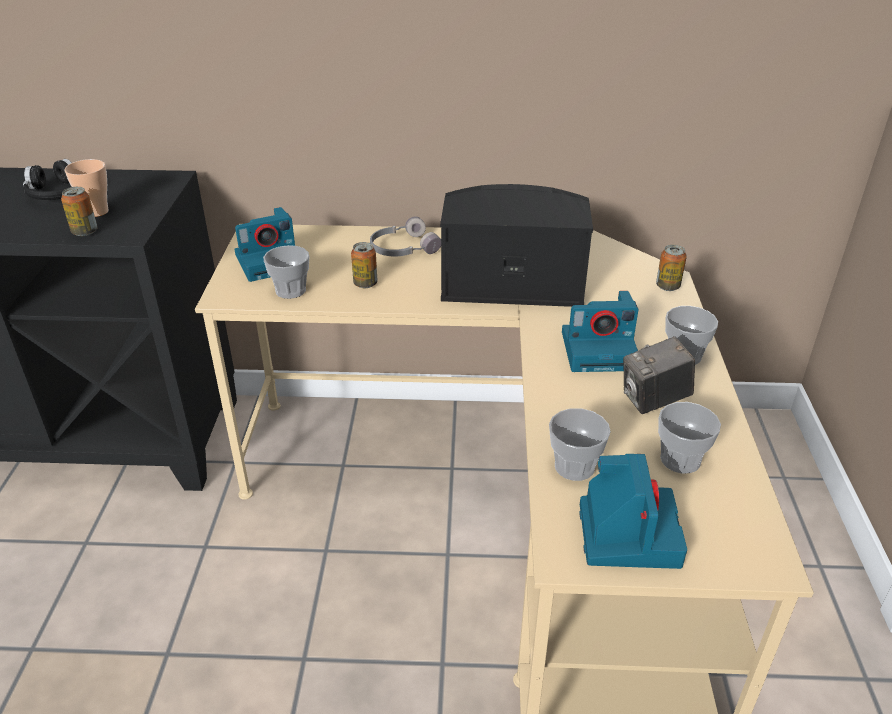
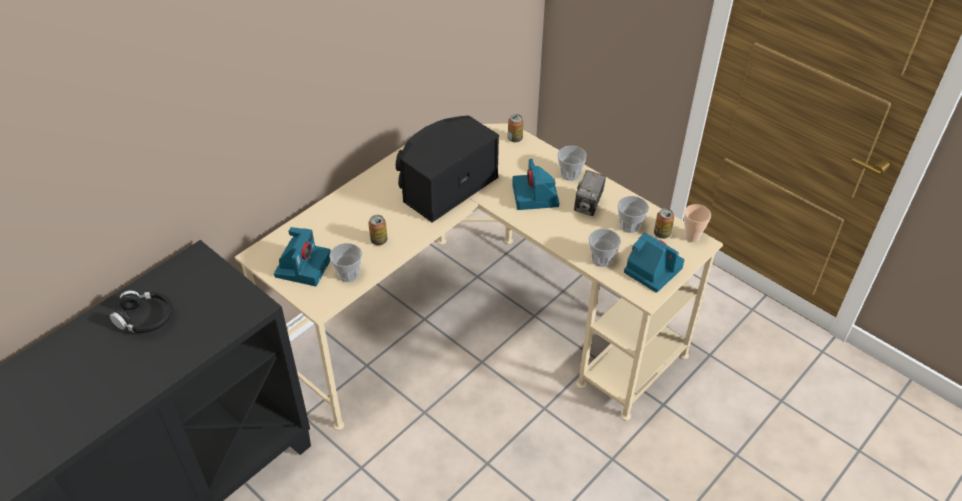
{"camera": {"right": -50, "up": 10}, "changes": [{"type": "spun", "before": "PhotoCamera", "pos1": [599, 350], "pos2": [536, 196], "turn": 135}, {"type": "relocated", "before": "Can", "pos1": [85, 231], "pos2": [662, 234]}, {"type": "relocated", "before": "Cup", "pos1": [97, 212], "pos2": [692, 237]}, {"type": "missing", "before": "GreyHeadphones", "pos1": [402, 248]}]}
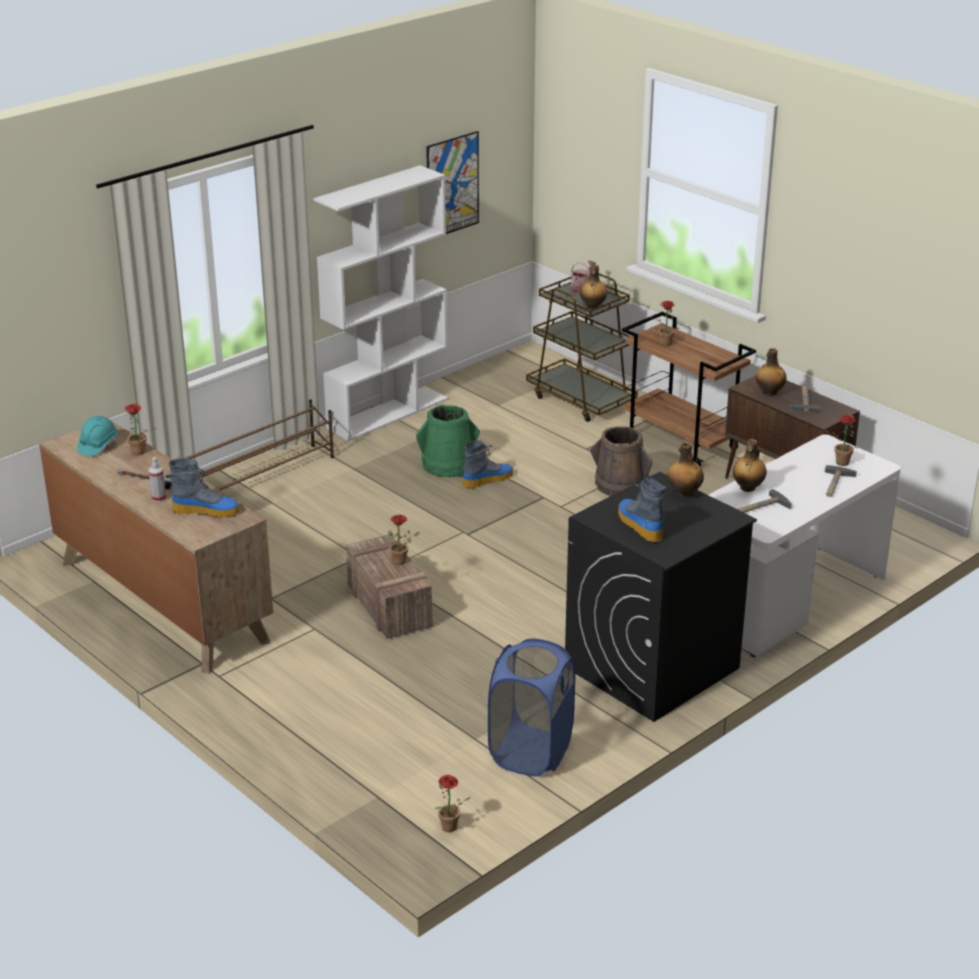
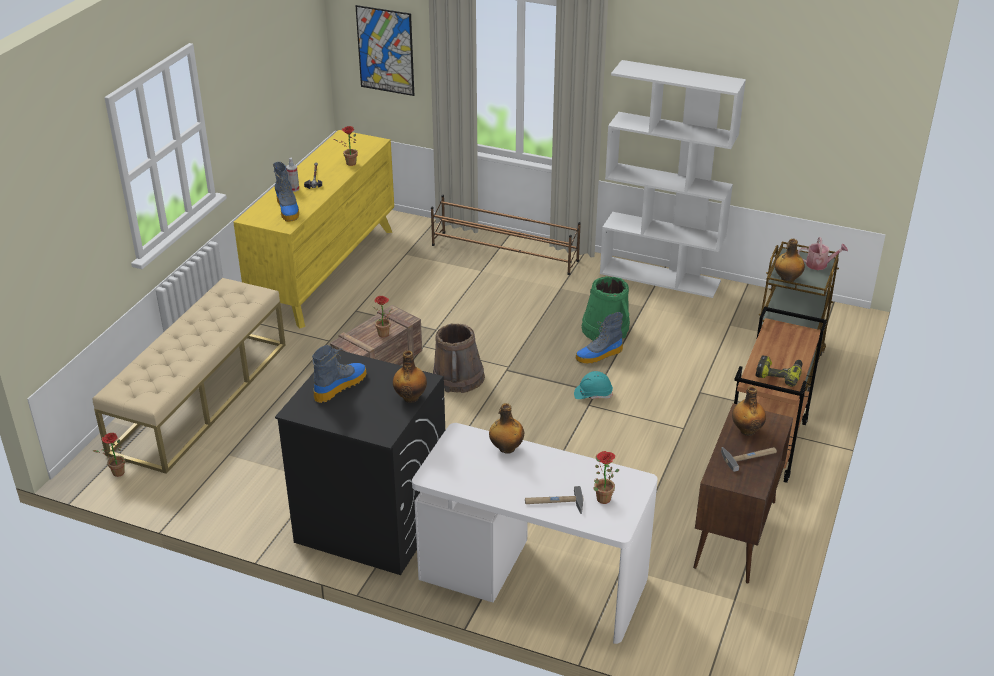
{"camera": {"right": 65, "up": 5}, "changes": [{"type": "appeared", "after": "BeigeBench", "pos2": [200, 397]}, {"type": "colour", "before": "BrownDresser", "after": "YellowDresser", "pos1": [161, 601], "pos2": [325, 270]}, {"type": "relocated", "before": "Picture", "pos1": [452, 185], "pos2": [385, 50]}, {"type": "relocated", "before": "BrownBucket", "pos1": [621, 485], "pos2": [458, 378]}, {"type": "relocated", "before": "TurquoiseHardHat", "pos1": [98, 446], "pos2": [593, 394]}, {"type": "spun", "before": "Boot", "pos1": [487, 480], "pos2": [599, 355], "turn": 120}, {"type": "appeared", "after": "PowerDrill", "pos2": [779, 374]}, {"type": "missing", "before": "BlueLaundryBasket", "pos1": [530, 752]}, {"type": "missing", "before": "PottedPlant", "pos1": [663, 344]}, {"type": "missing", "before": "Hammer", "pos1": [761, 507]}]}
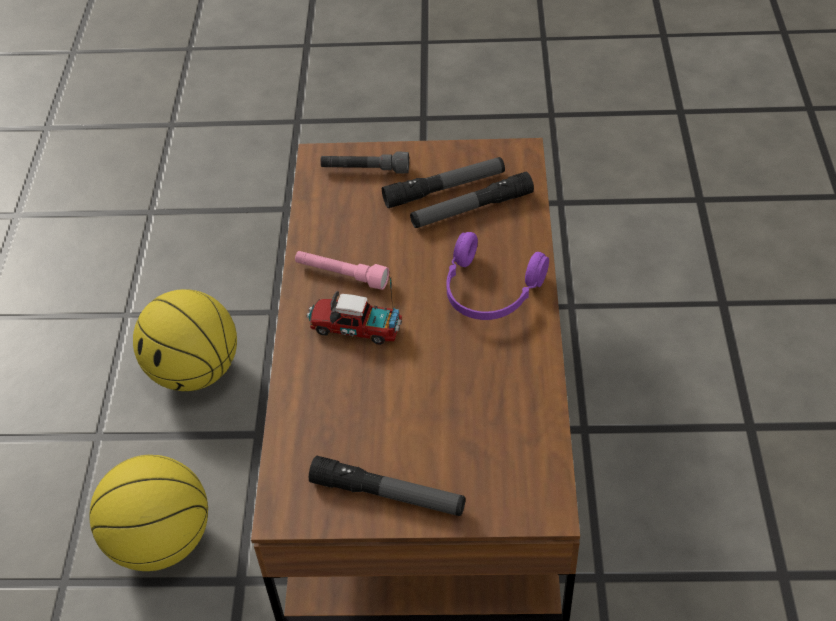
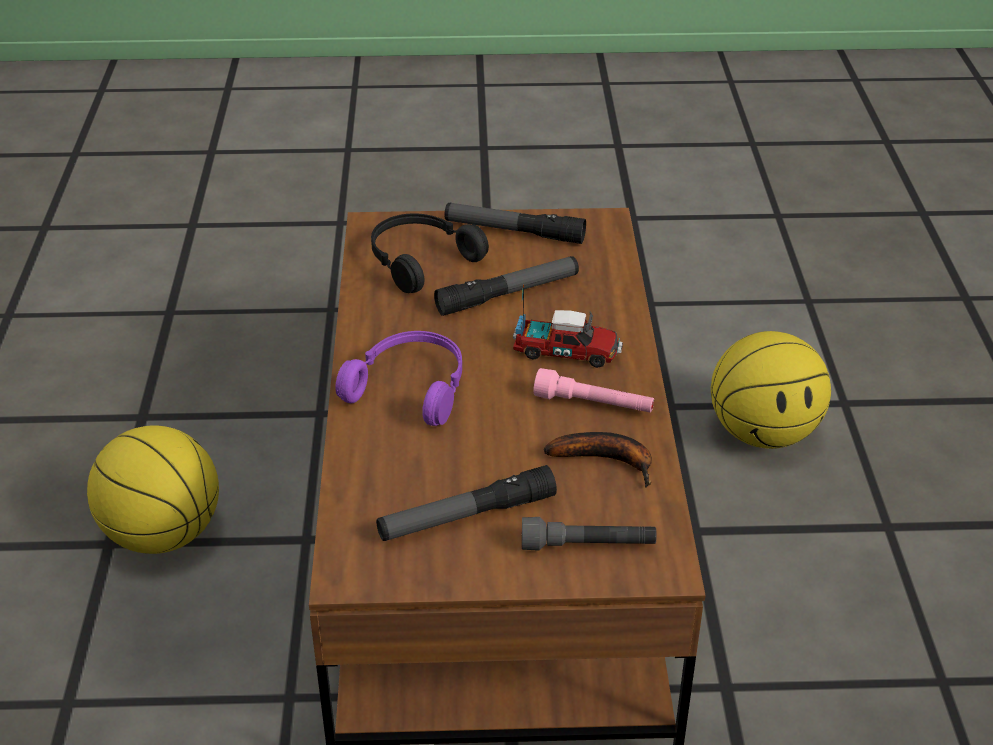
{"camera": {"right": 175, "up": -10}, "changes": [{"type": "relocated", "before": "Basketball", "pos1": [195, 372], "pos2": [162, 533]}, {"type": "appeared", "after": "BlackHeadphones", "pos2": [420, 260]}, {"type": "relocated", "before": "Flashlight", "pos1": [471, 209], "pos2": [508, 294]}, {"type": "appeared", "after": "Banana", "pos2": [608, 460]}]}
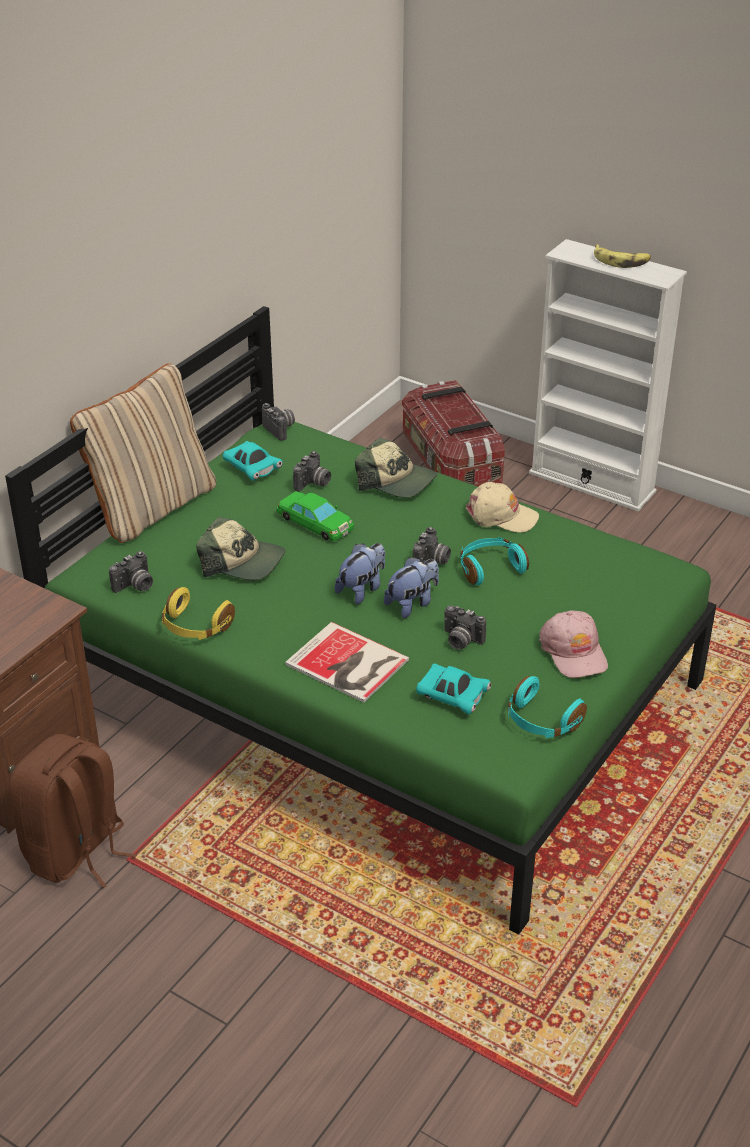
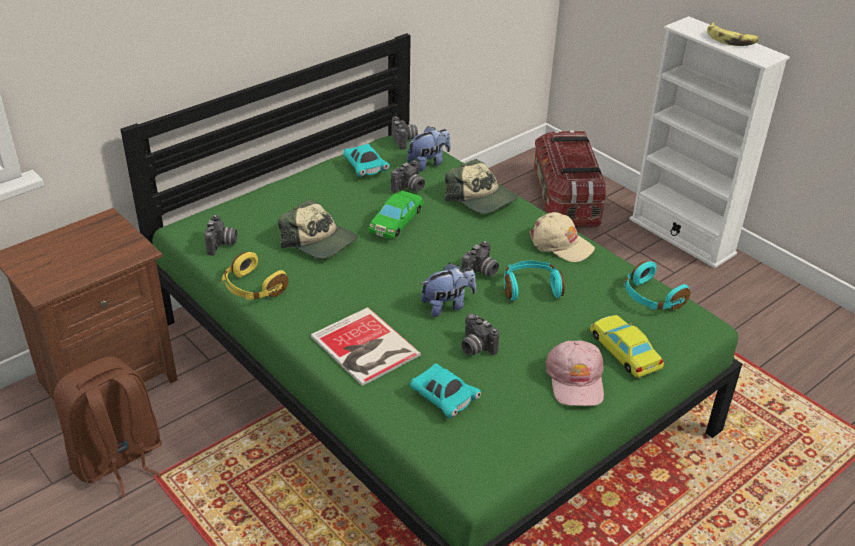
{"camera": {"right": 15, "up": 0}, "changes": [{"type": "spun", "before": "PhotoCamera", "pos1": [135, 586], "pos2": [222, 245], "turn": -60}, {"type": "spun", "before": "GreenToyCar", "pos1": [315, 522], "pos2": [396, 220], "turn": 60}, {"type": "relocated", "before": "PlushToy", "pos1": [362, 589], "pos2": [428, 163]}, {"type": "appeared", "after": "YellowToyCar", "pos2": [624, 350]}, {"type": "relocated", "before": "TurquoiseHeadphones", "pos1": [541, 721], "pos2": [651, 298]}, {"type": "missing", "before": "BeigePillow", "pos1": [151, 507]}]}
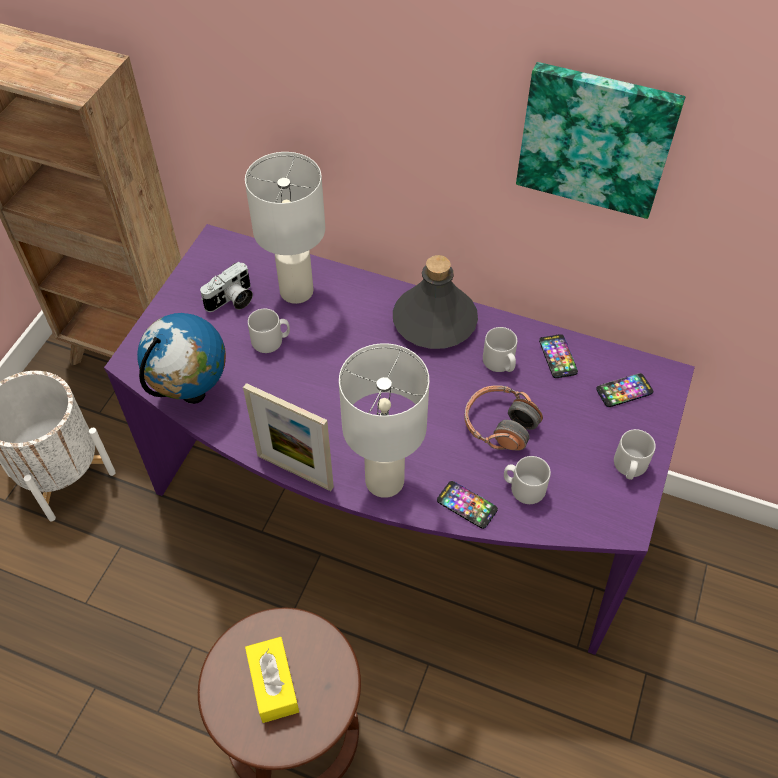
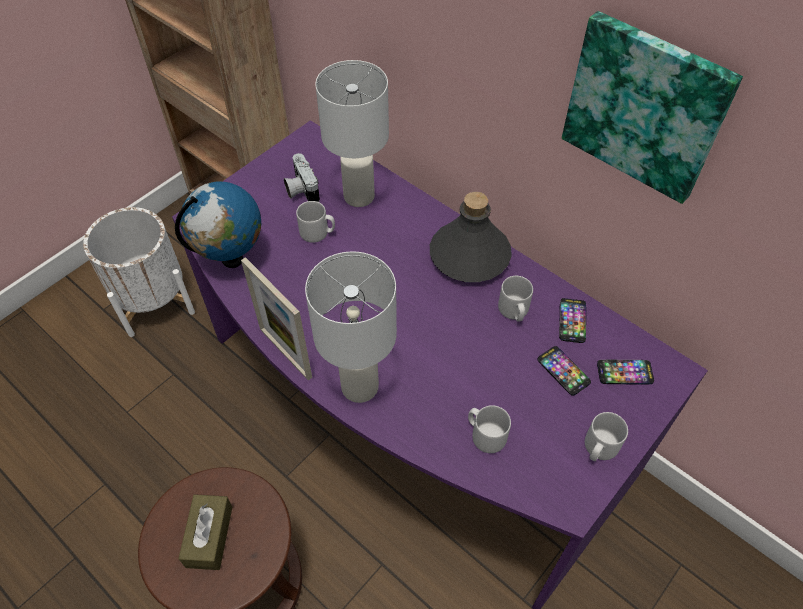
{"camera": {"right": 20, "up": 0}, "changes": [{"type": "colour", "before": "YellowTissueBox", "after": "BrownTissueBox", "pos1": [273, 684], "pos2": [209, 536]}, {"type": "spun", "before": "PhotoCamera", "pos1": [232, 301], "pos2": [301, 189], "turn": 90}, {"type": "relocated", "before": "Phone", "pos1": [466, 505], "pos2": [563, 371]}, {"type": "missing", "before": "Headphones", "pos1": [500, 425]}]}
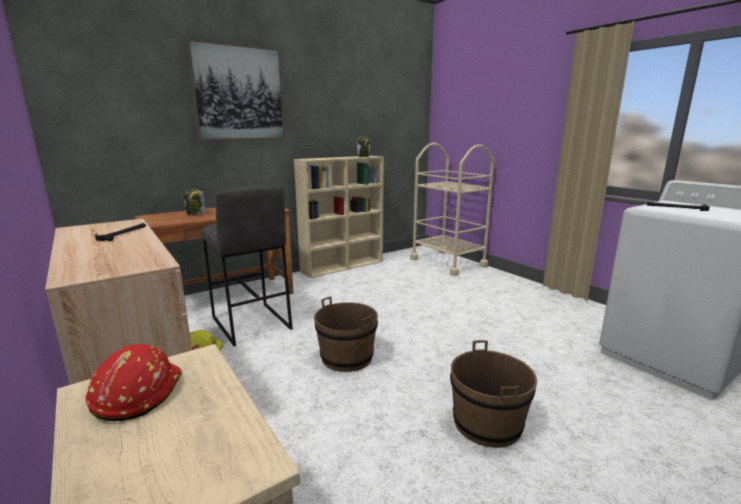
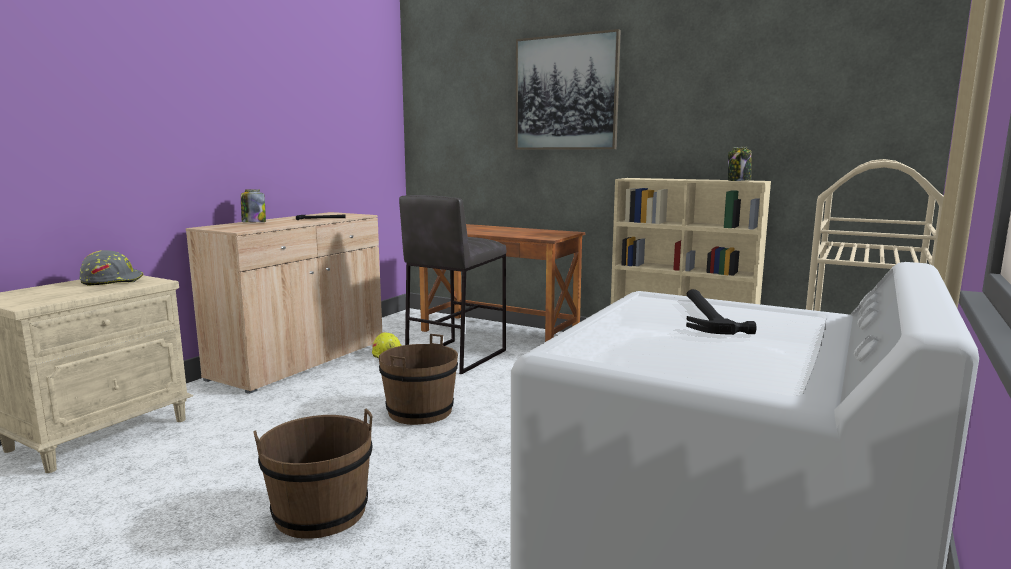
{"camera": {"right": 65, "up": -5}, "changes": [{"type": "colour", "before": "RedHardHat", "after": "GreyHardHat", "pos1": [136, 393], "pos2": [112, 280]}, {"type": "relocated", "before": "Jar", "pos1": [196, 214], "pos2": [253, 222]}]}
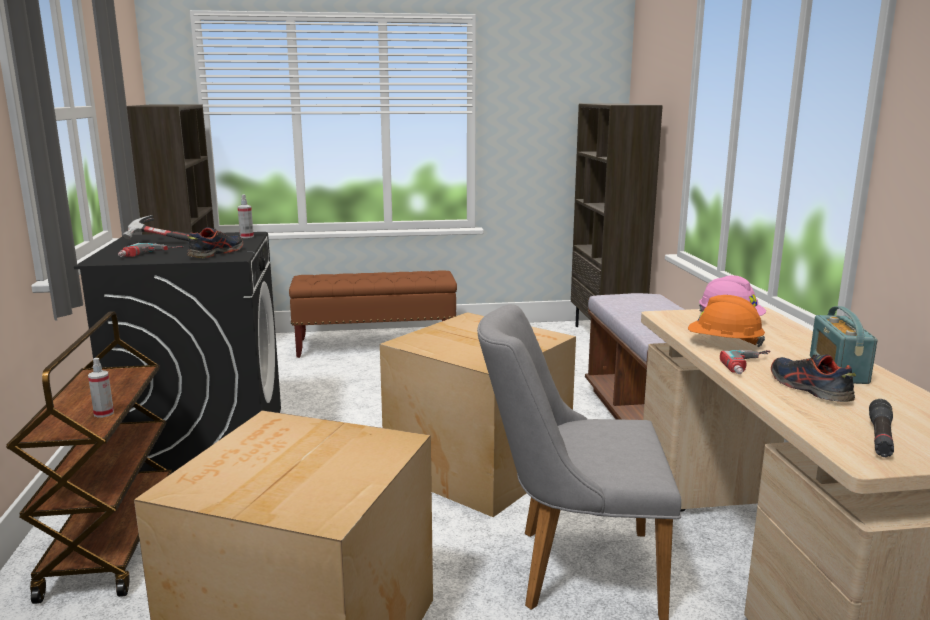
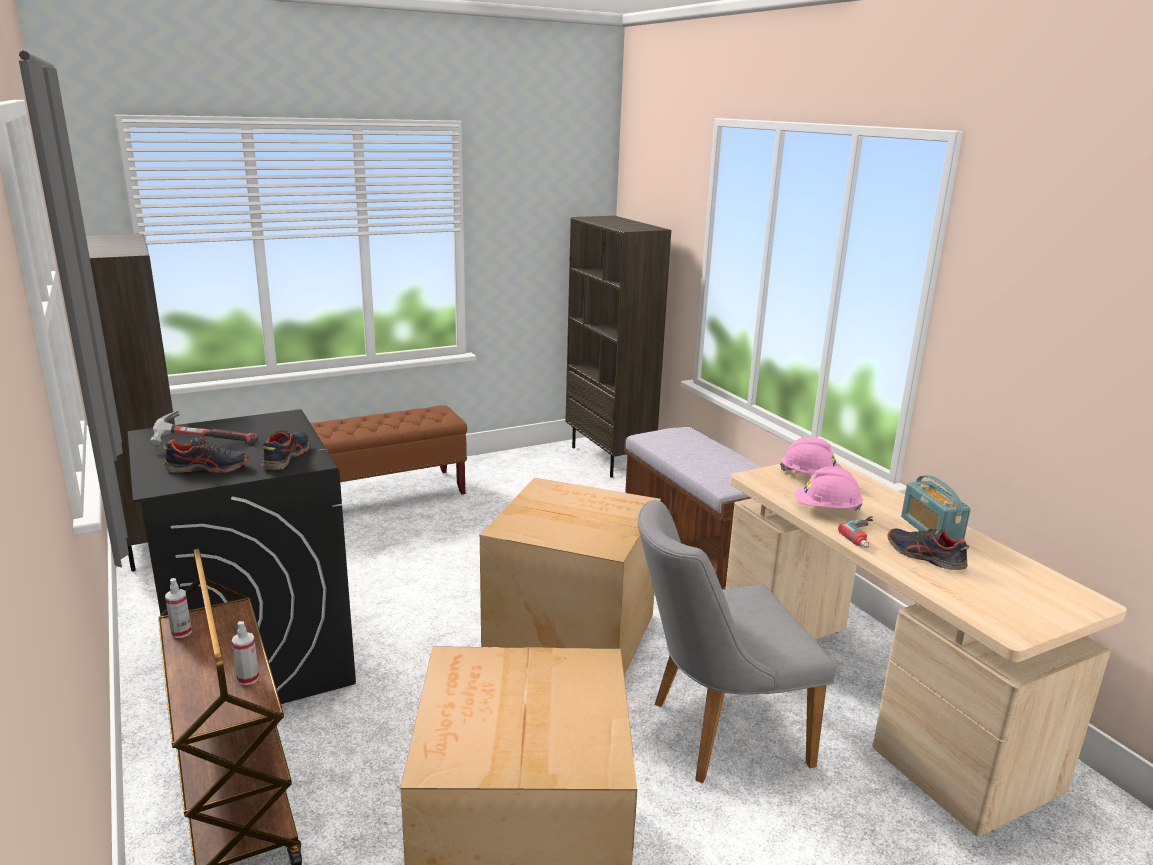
{"camera": {"right": -20, "up": 5}, "changes": [{"type": "exchanged", "before": "PowerDrill", "after": "Shoe", "pos1": [150, 255], "pos2": [208, 468]}, {"type": "relocated", "before": "SprayBottle", "pos1": [246, 237], "pos2": [181, 632]}, {"type": "colour", "before": "OrangeHardHat", "after": "PinkHardHat", "pos1": [724, 344], "pos2": [826, 509]}, {"type": "missing", "before": "BlackFlashlight", "pos1": [880, 437]}]}
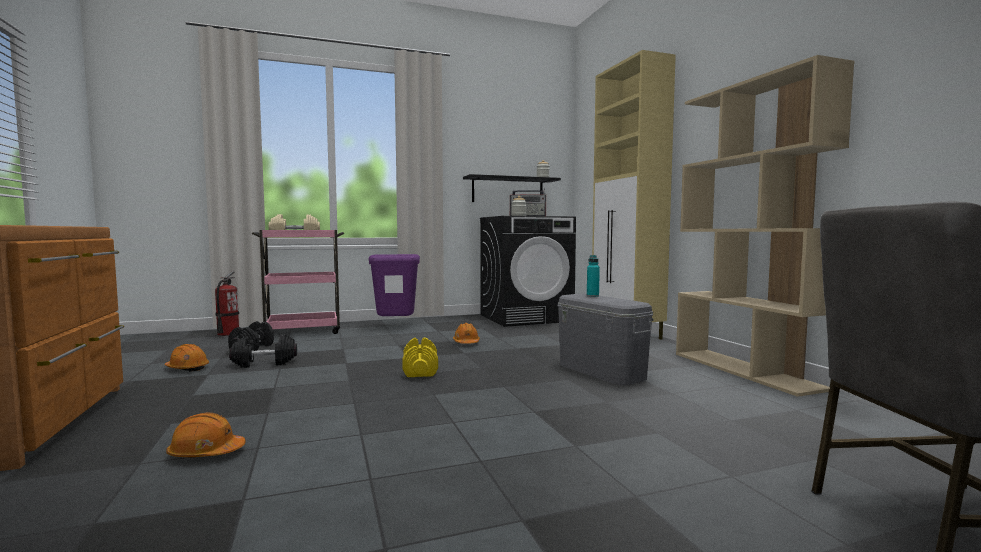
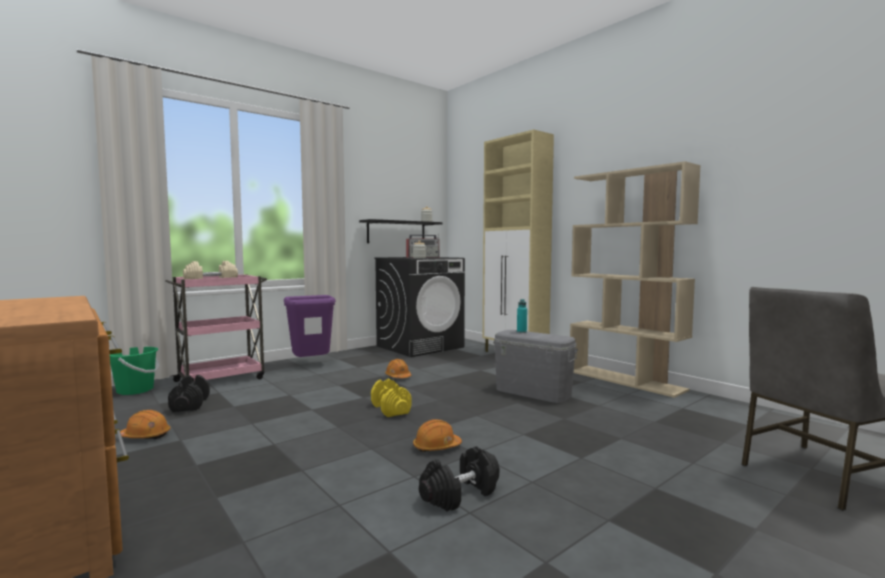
{"camera": {"right": -20, "up": 0}, "changes": [{"type": "exchanged", "before": "FireExtinguisher", "after": "GreenBucket", "pos1": [227, 334], "pos2": [135, 390]}, {"type": "relocated", "before": "OrangeHardHat", "pos1": [206, 453], "pos2": [436, 447]}, {"type": "relocated", "before": "BlackDumbbell", "pos1": [264, 363], "pos2": [460, 494]}]}
